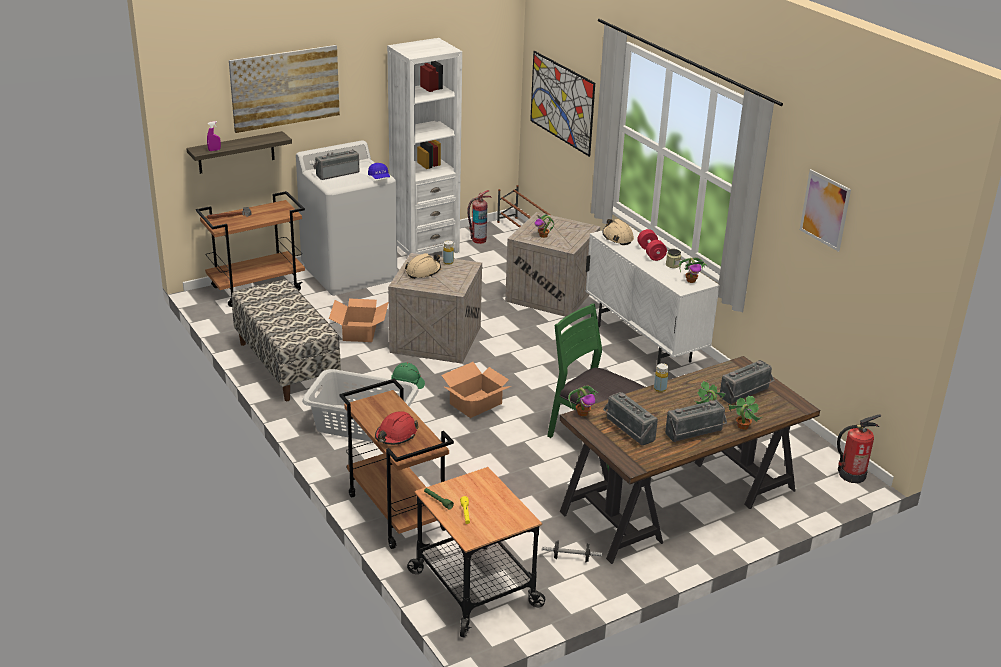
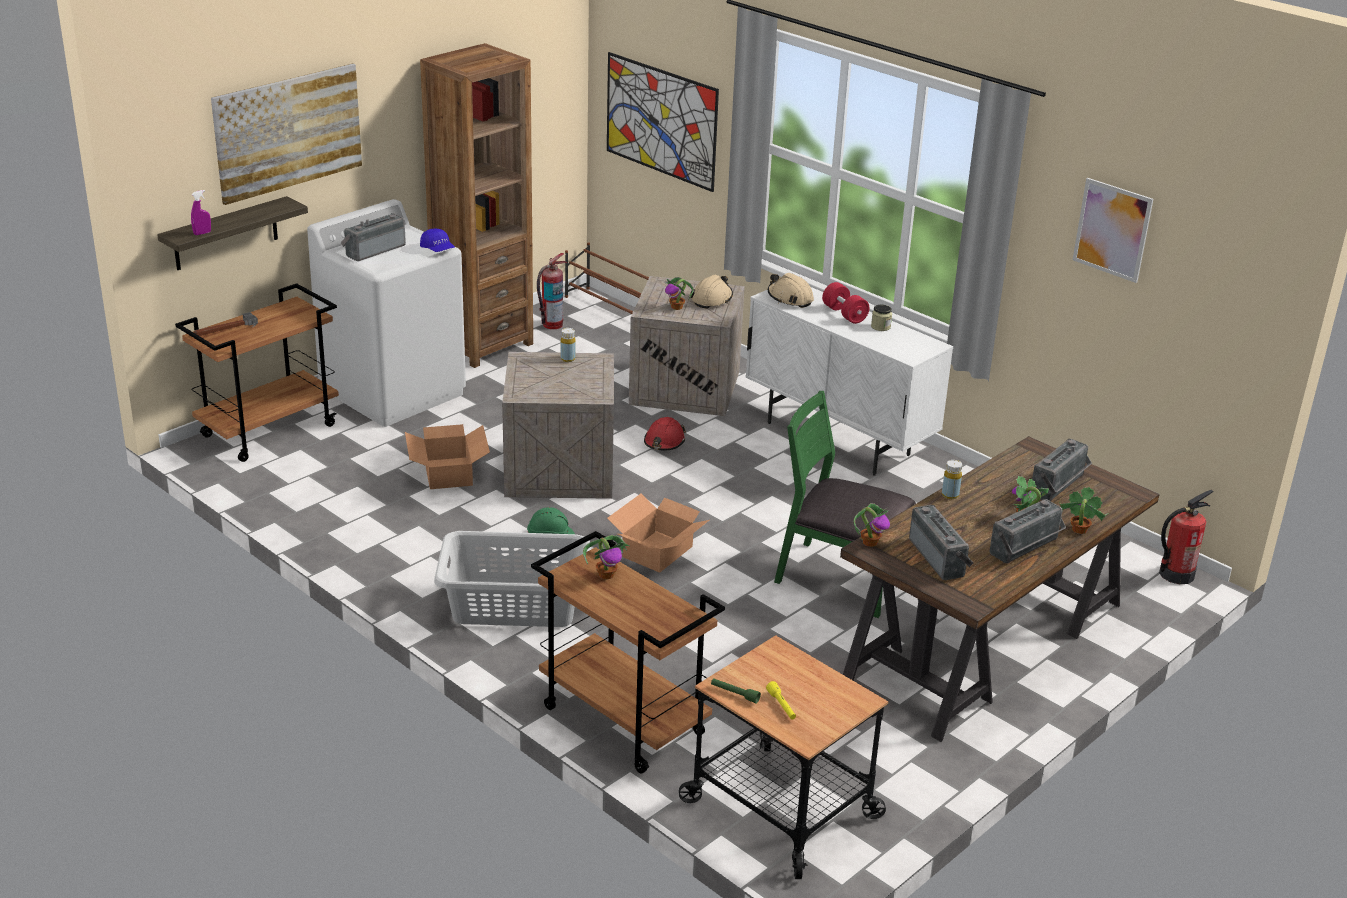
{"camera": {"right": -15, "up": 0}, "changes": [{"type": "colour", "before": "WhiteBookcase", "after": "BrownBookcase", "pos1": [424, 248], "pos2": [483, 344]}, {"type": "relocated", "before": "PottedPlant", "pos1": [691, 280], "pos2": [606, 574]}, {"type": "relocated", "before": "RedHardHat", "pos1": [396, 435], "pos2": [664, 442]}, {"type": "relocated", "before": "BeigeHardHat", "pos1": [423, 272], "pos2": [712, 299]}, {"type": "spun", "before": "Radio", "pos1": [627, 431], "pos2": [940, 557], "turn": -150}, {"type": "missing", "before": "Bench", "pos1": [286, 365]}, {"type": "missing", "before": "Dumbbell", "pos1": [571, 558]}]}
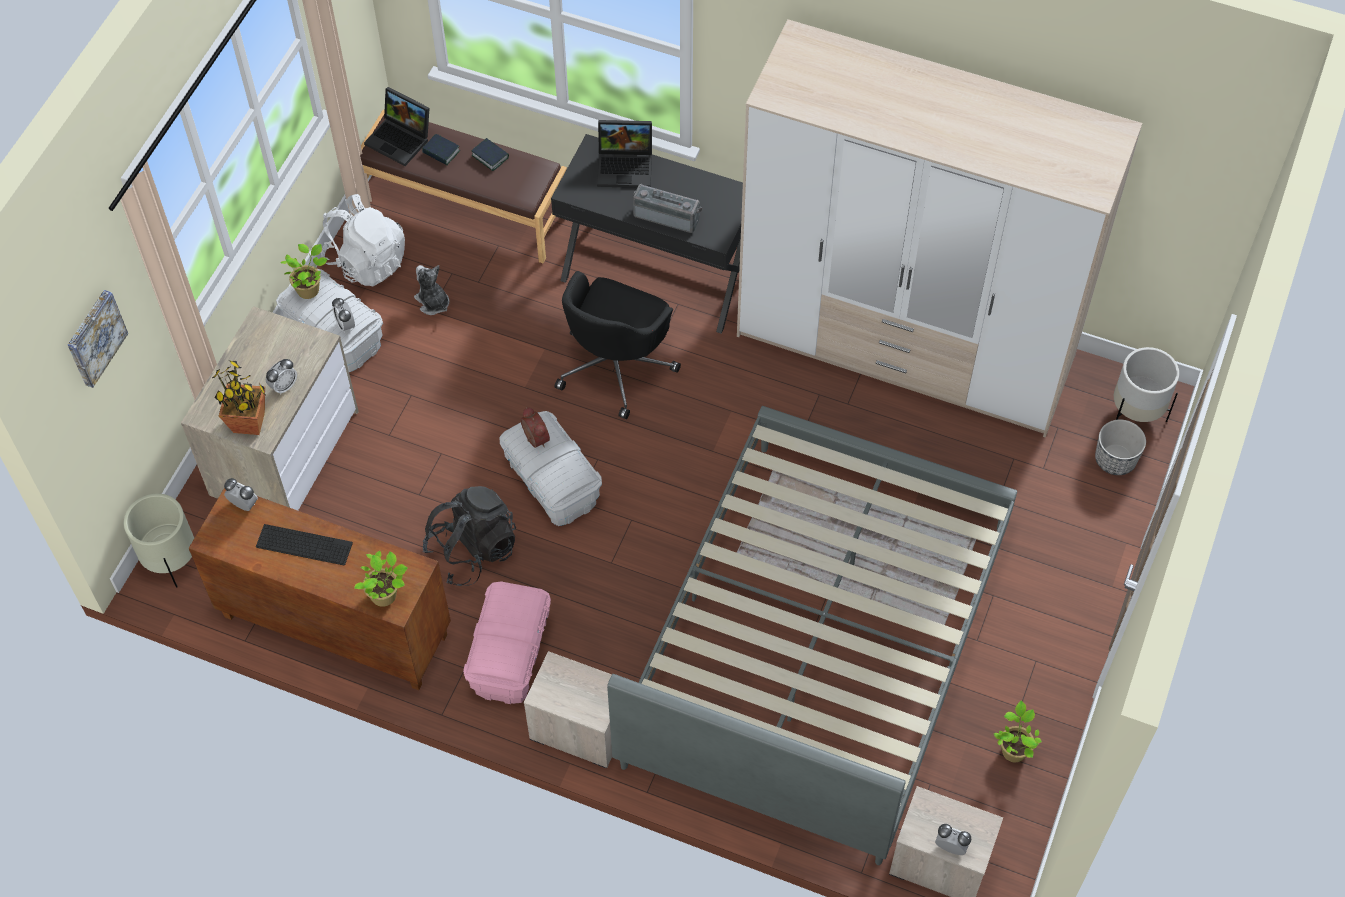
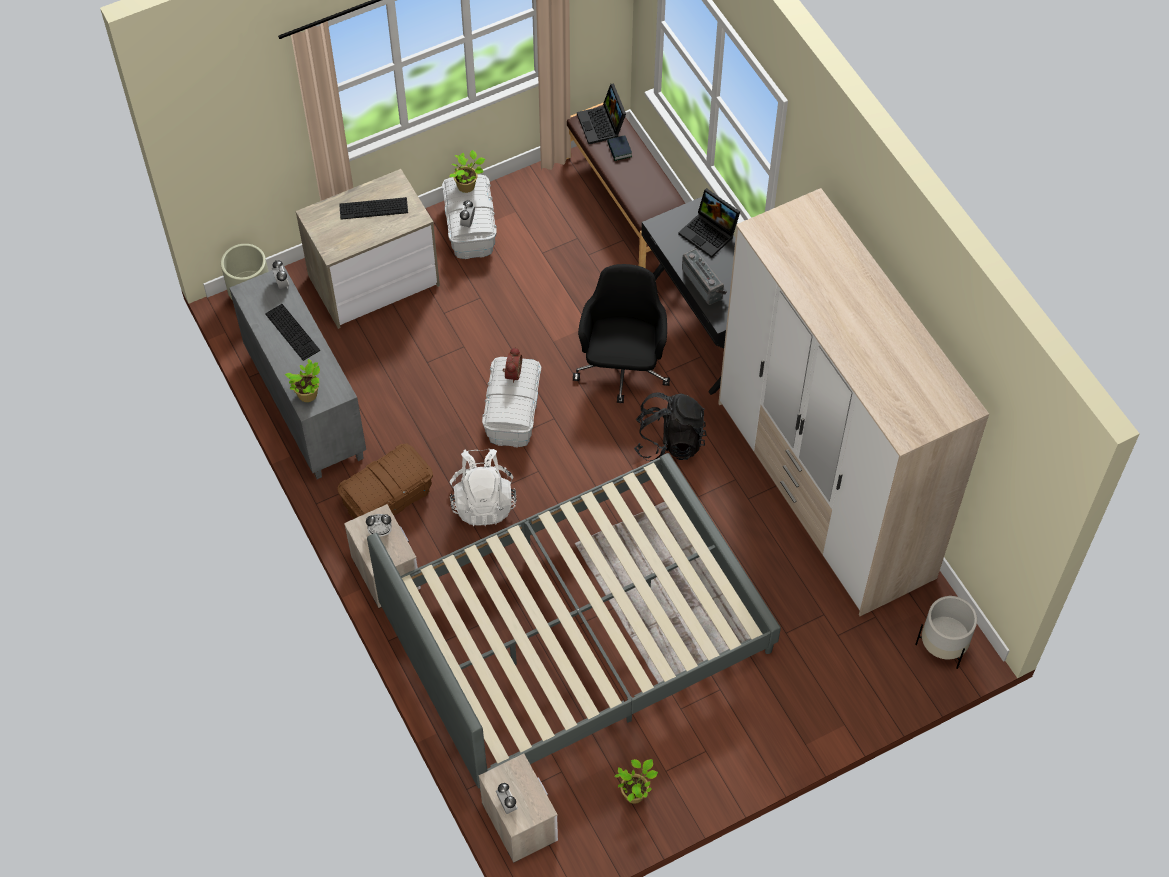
{"camera": {"right": 40, "up": 0}, "changes": [{"type": "colour", "before": "BrownCabinet", "after": "GreyCabinet", "pos1": [333, 627], "pos2": [304, 405]}, {"type": "colour", "before": "PinkStorageBox", "after": "BrownStorageBox", "pos1": [511, 655], "pos2": [388, 499]}, {"type": "appeared", "after": "Keyboard", "pos2": [373, 208]}, {"type": "relocated", "before": "AlarmClock", "pos1": [284, 386], "pos2": [380, 531]}, {"type": "relocated", "before": "WhiteBackpack", "pos1": [367, 261], "pos2": [483, 501]}, {"type": "spun", "before": "BlackOfficeChair", "pos1": [616, 366], "pos2": [622, 368], "turn": 120}, {"type": "relocated", "before": "BlackBackpack", "pos1": [472, 550], "pos2": [669, 441]}, {"type": "missing", "before": "Picture", "pos1": [94, 337]}, {"type": "missing", "before": "PottedPlant", "pos1": [249, 422]}, {"type": "missing", "before": "PlushToy", "pos1": [433, 302]}, {"type": "missing", "before": "Book", "pos1": [490, 156]}, {"type": "missing", "before": "Planter", "pos1": [1115, 460]}]}
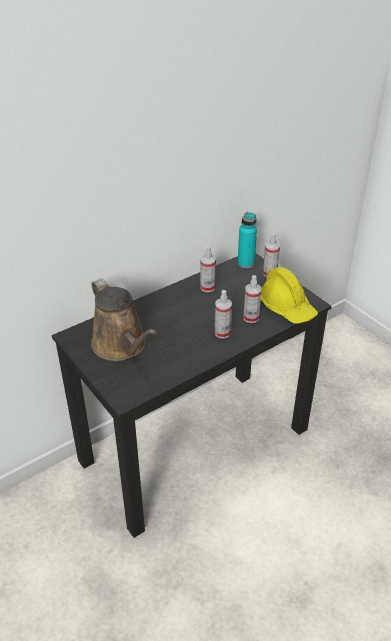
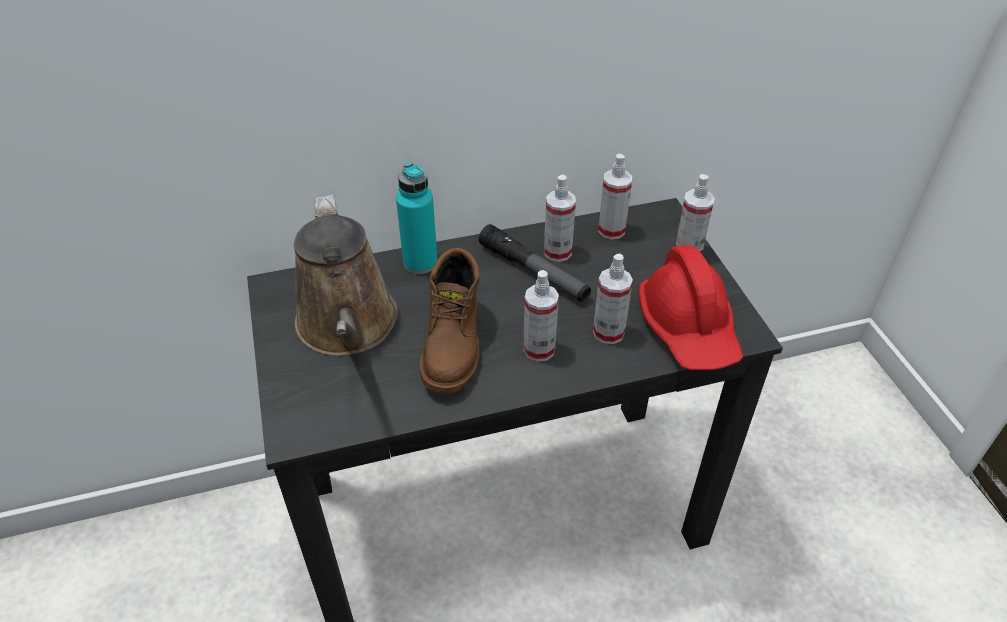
{"camera": {"right": 20, "up": 5}, "changes": [{"type": "relocated", "before": "TurquoiseBottle", "pos1": [246, 263], "pos2": [420, 263]}, {"type": "appeared", "after": "BrownBoot", "pos2": [454, 345]}, {"type": "appeared", "after": "Flashlight", "pos2": [533, 272]}, {"type": "appeared", "after": "SprayBottle", "pos2": [611, 230]}, {"type": "colour", "before": "YellowHardHat", "after": "RedHardHat", "pos1": [286, 307], "pos2": [688, 329]}]}
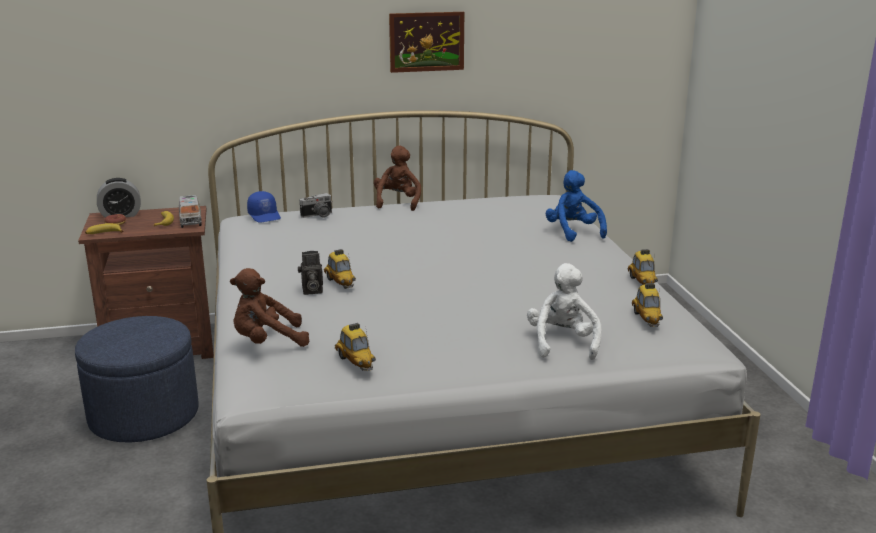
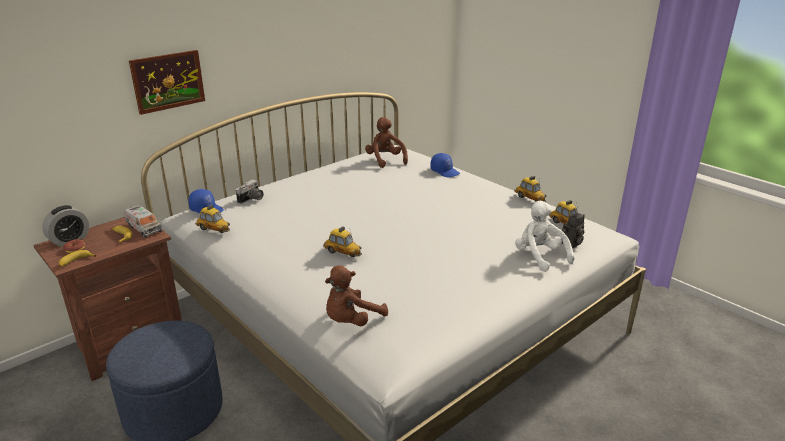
{"camera": {"right": -30, "up": 5}, "changes": [{"type": "relocated", "before": "Picture", "pos1": [426, 41], "pos2": [168, 81]}, {"type": "relocated", "before": "ToyCar", "pos1": [355, 362], "pos2": [214, 229]}, {"type": "relocated", "before": "BrownPlushToy", "pos1": [398, 202], "pos2": [385, 160]}, {"type": "exchanged", "before": "BluePlushToy", "after": "BlueCap", "pos1": [573, 232], "pos2": [445, 171]}, {"type": "relocated", "before": "PhotoCamera", "pos1": [311, 291], "pos2": [571, 244]}]}
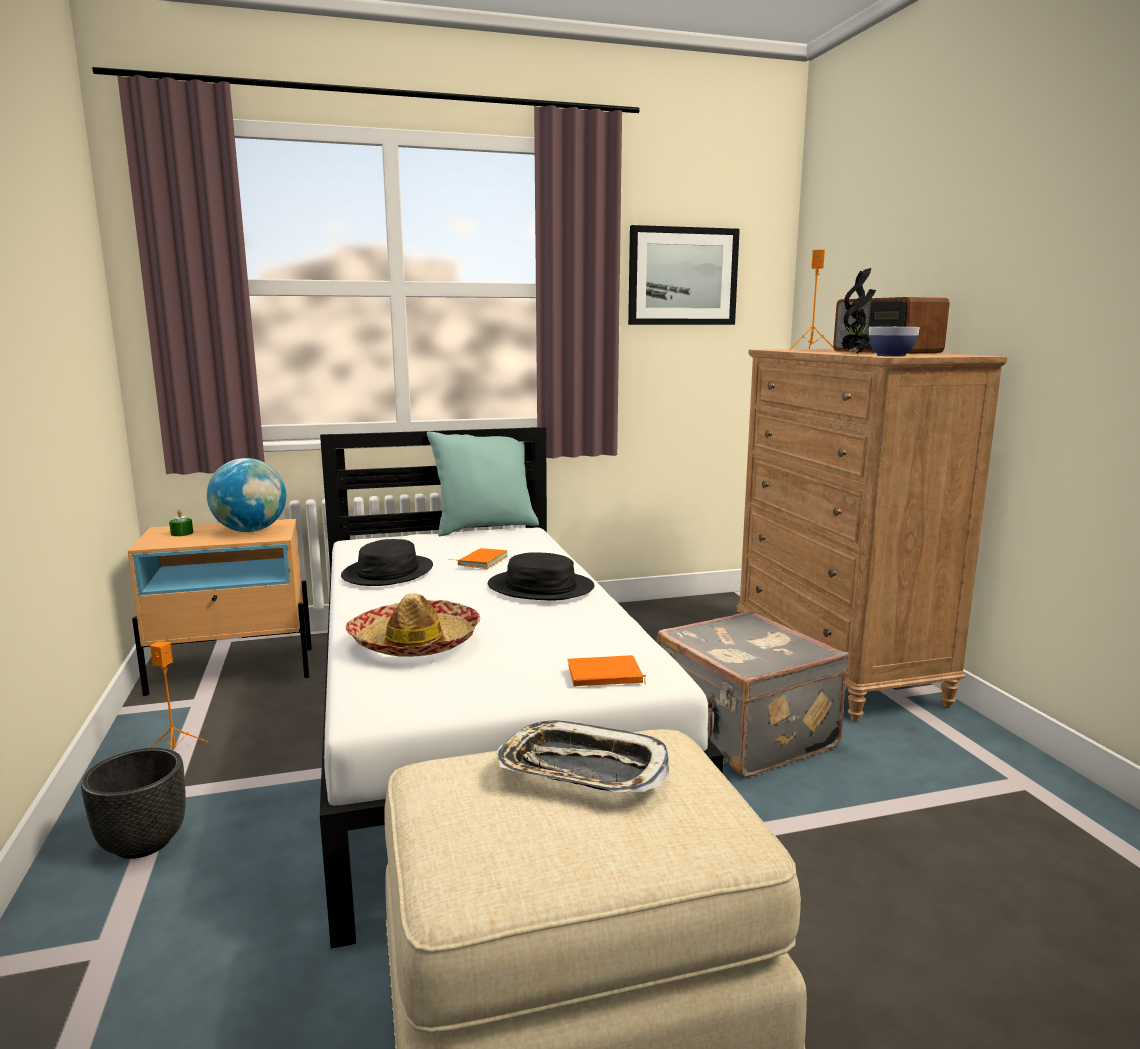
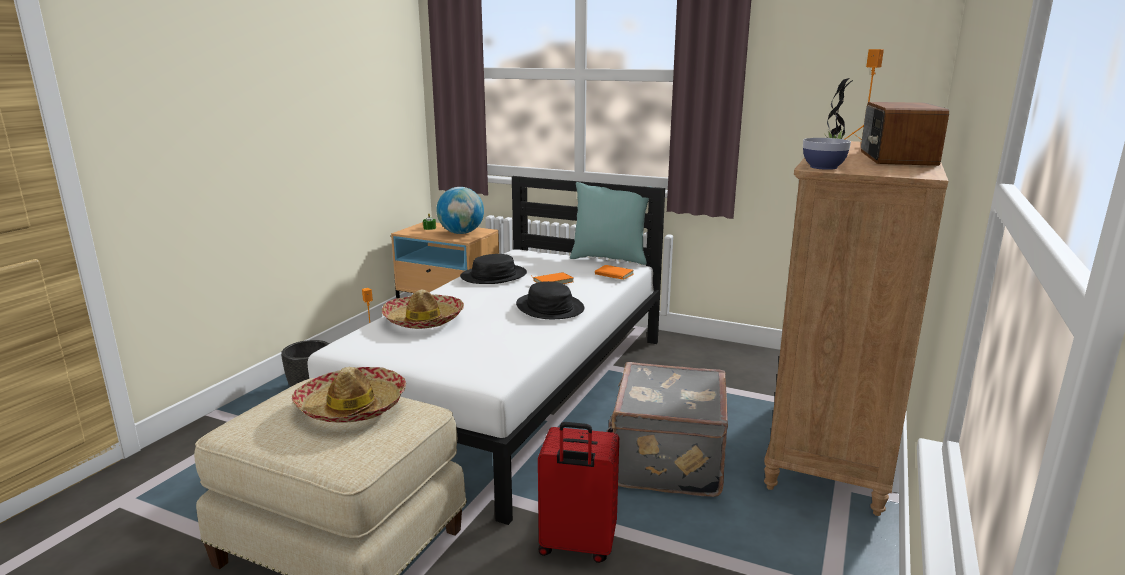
{"camera": {"right": 40, "up": 5}, "changes": [{"type": "exchanged", "before": "Tray", "after": "Hat", "pos1": [582, 769], "pos2": [352, 406]}, {"type": "appeared", "after": "RedSuitcase", "pos2": [576, 546]}, {"type": "relocated", "before": "OrangeBook", "pos1": [604, 677], "pos2": [613, 275]}, {"type": "missing", "before": "Picture", "pos1": [682, 276]}]}
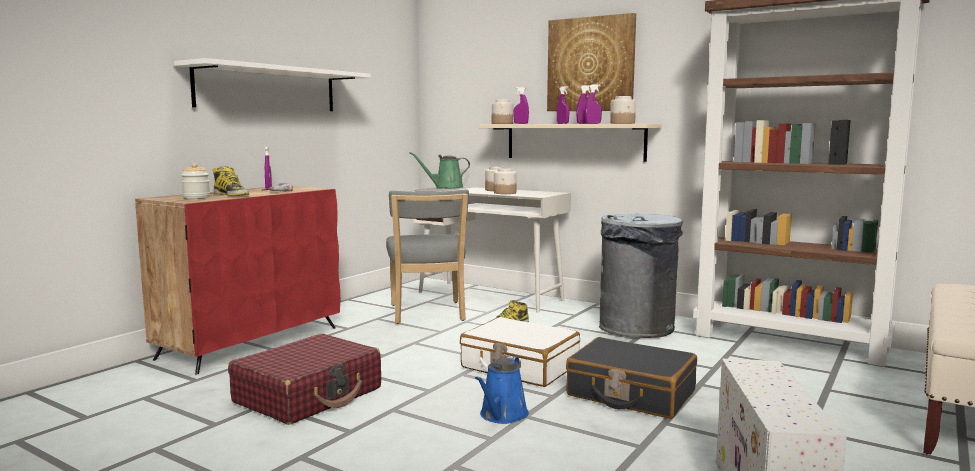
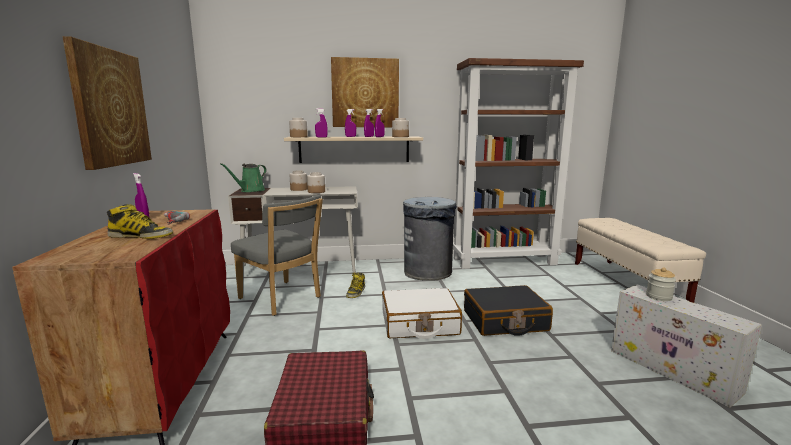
{"camera": {"right": -40, "up": 5}, "changes": [{"type": "exchanged", "before": "WhiteShelf", "after": "Picture", "pos1": [268, 89], "pos2": [110, 108]}, {"type": "relocated", "before": "Jar", "pos1": [196, 197], "pos2": [658, 296]}, {"type": "missing", "before": "BlueWateringCan", "pos1": [502, 415]}]}
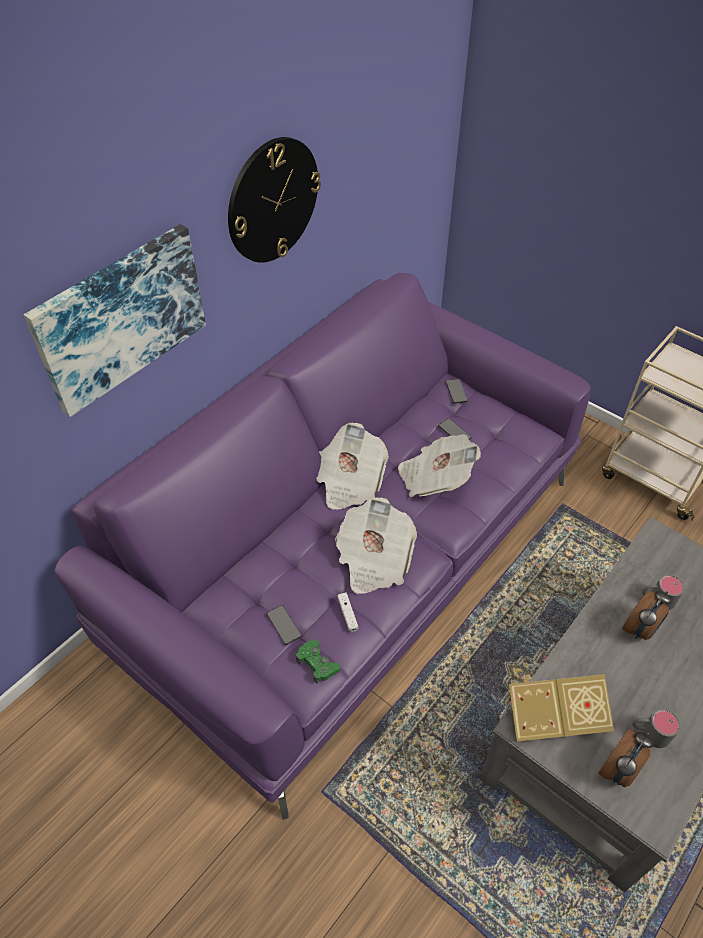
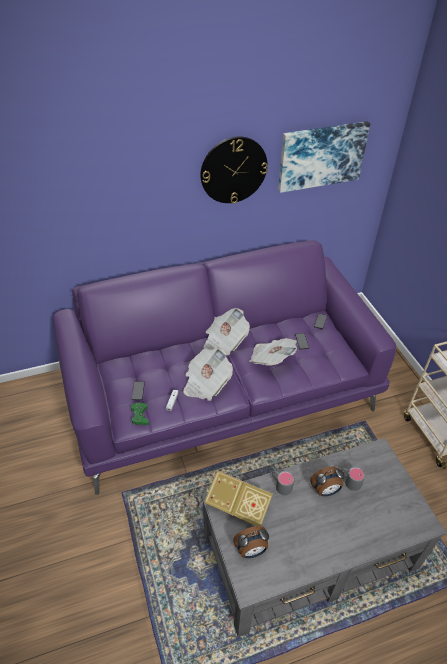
{"camera": {"right": 30, "up": -5}, "changes": [{"type": "relocated", "before": "GreyMug", "pos1": [649, 732], "pos2": [281, 484]}, {"type": "relocated", "before": "Picture", "pos1": [120, 317], "pos2": [321, 156]}]}
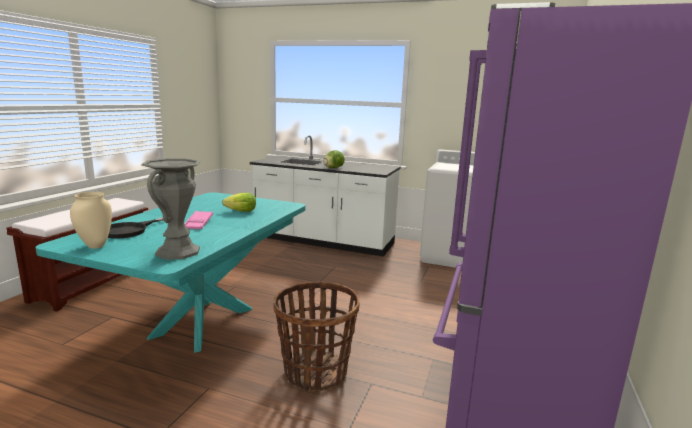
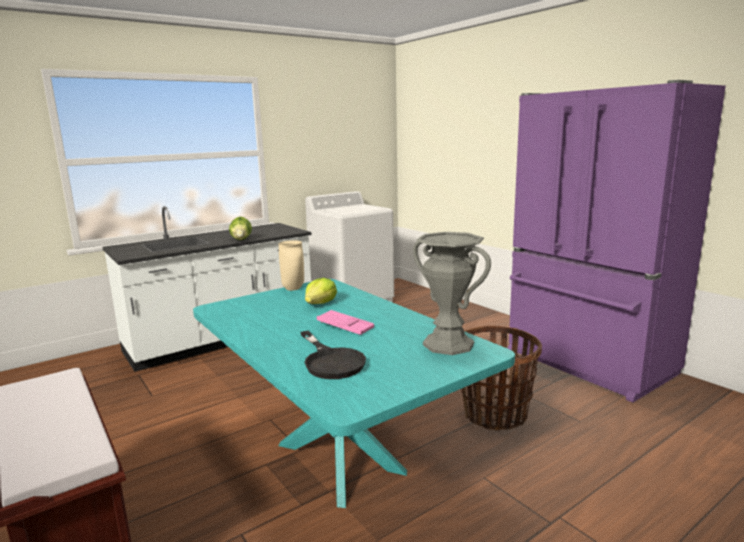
{"camera": {"right": -55, "up": 0}, "changes": [{"type": "relocated", "before": "BeigeVase", "pos1": [96, 246], "pos2": [294, 288]}]}
